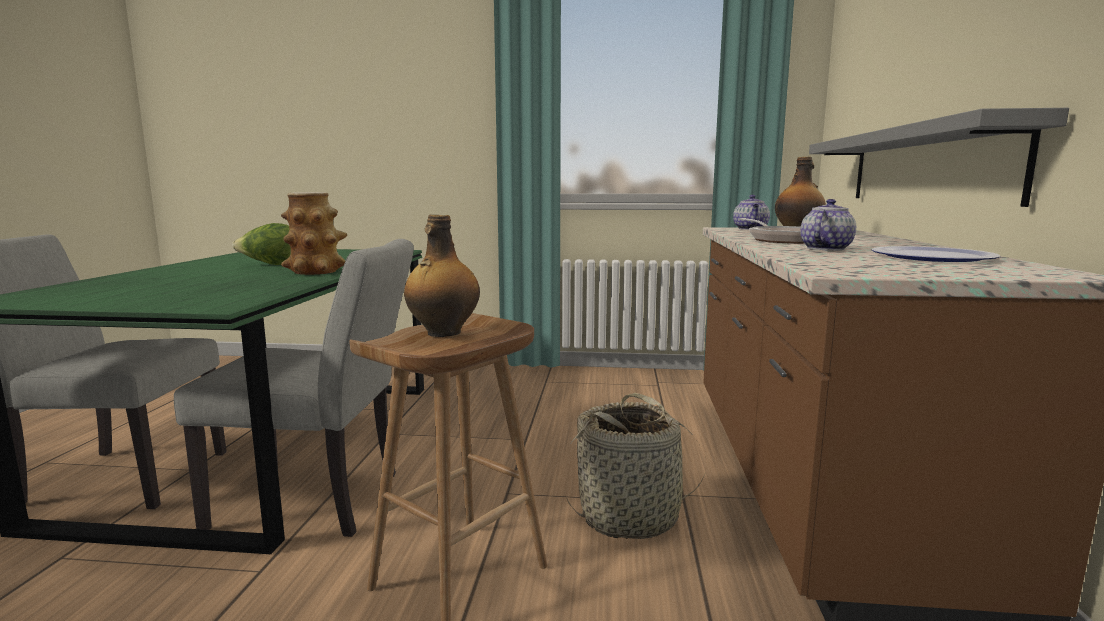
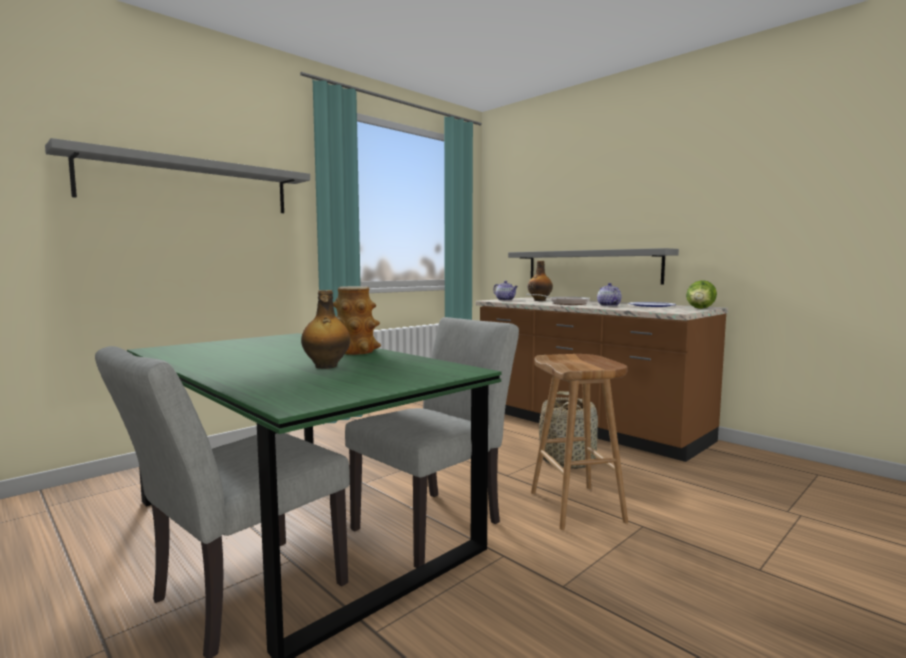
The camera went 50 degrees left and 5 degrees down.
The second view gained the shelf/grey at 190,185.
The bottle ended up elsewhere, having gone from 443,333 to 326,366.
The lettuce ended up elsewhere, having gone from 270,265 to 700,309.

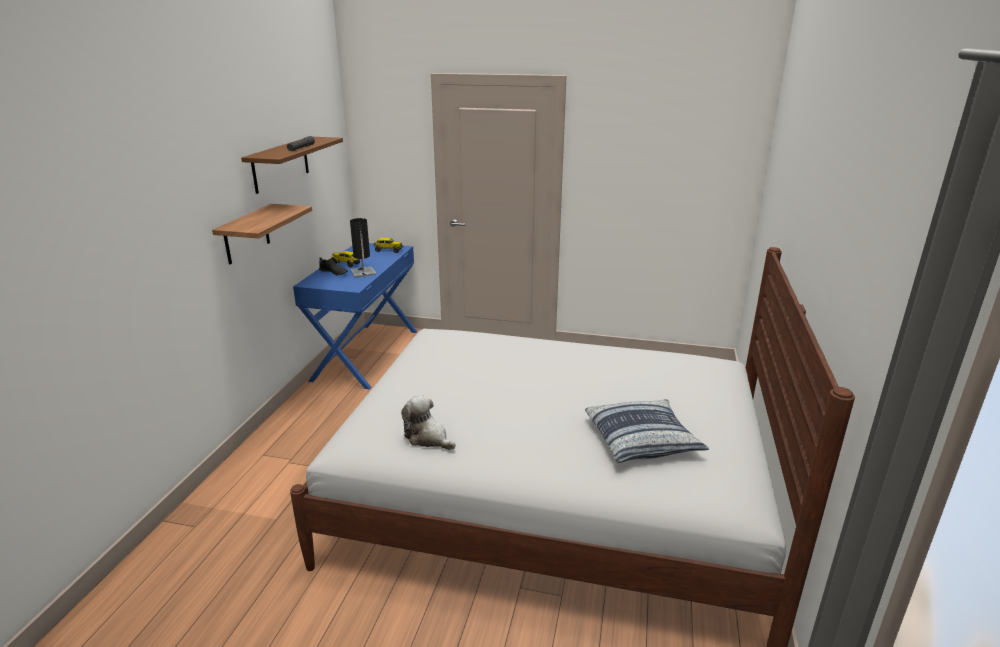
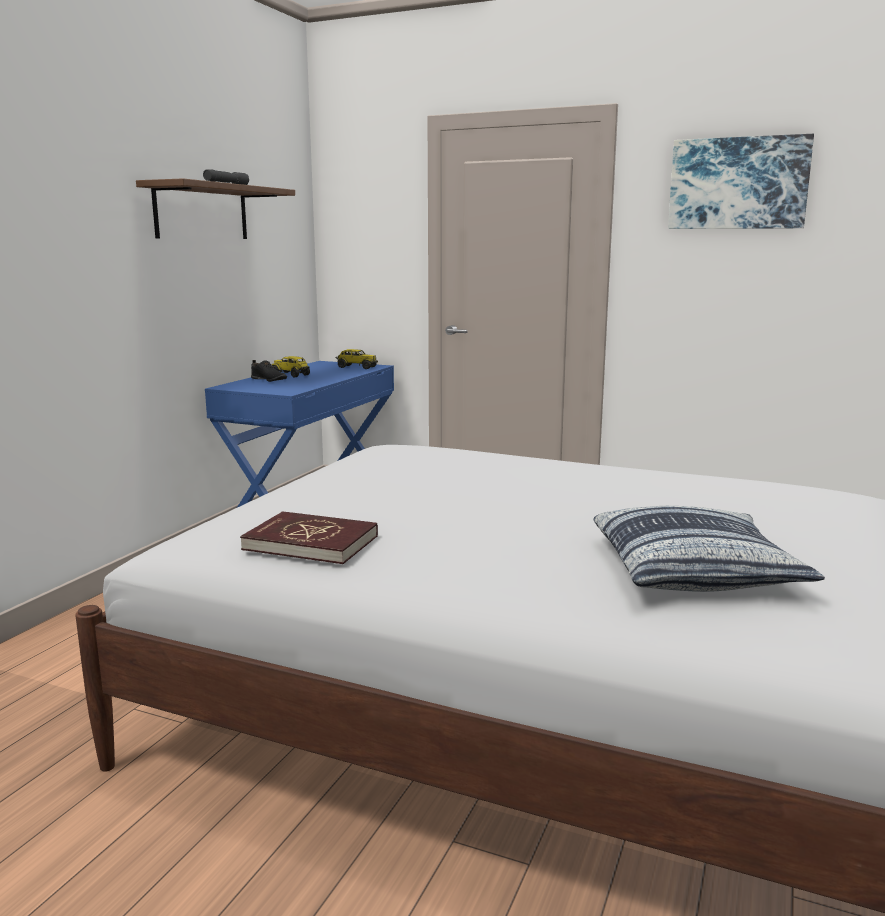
The camera went 10 degrees right and 10 degrees down.
Where the plush toy stood at 428,438, the book/red came to stand at 311,543.
The second view gained the picture at 738,183.
The second view lost the shelf at 246,234.
The second view lost the table lamp/black at 363,272.

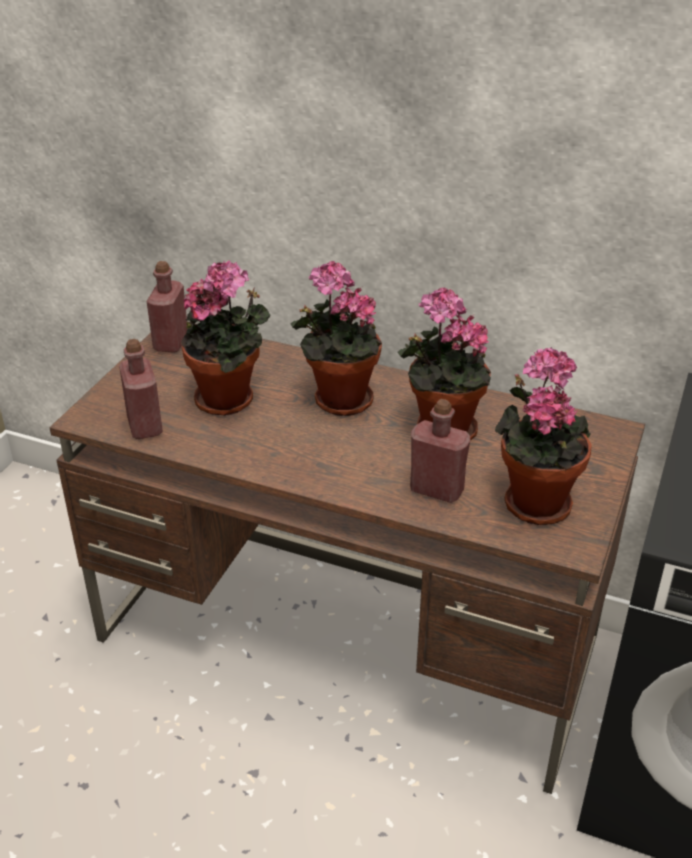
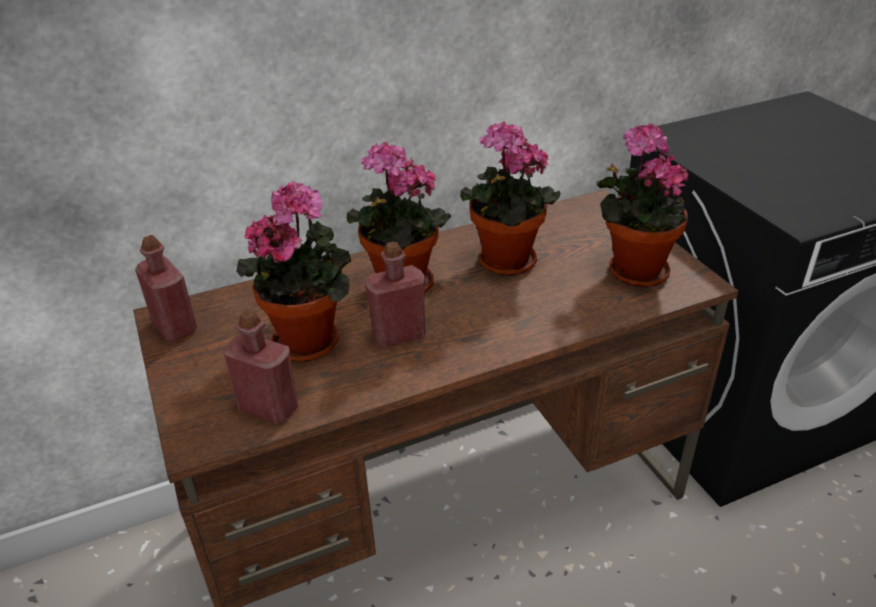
The camera went 45 degrees left and 0 degrees up.
The bottle/red ended up elsewhere, having gone from 436,490 to 399,335.

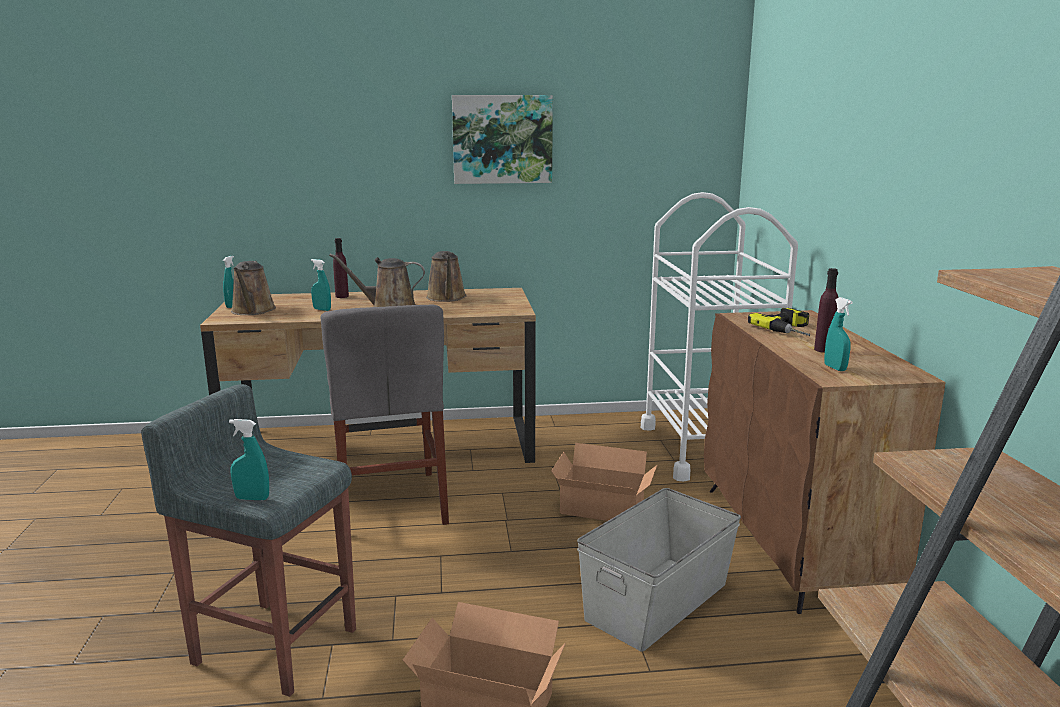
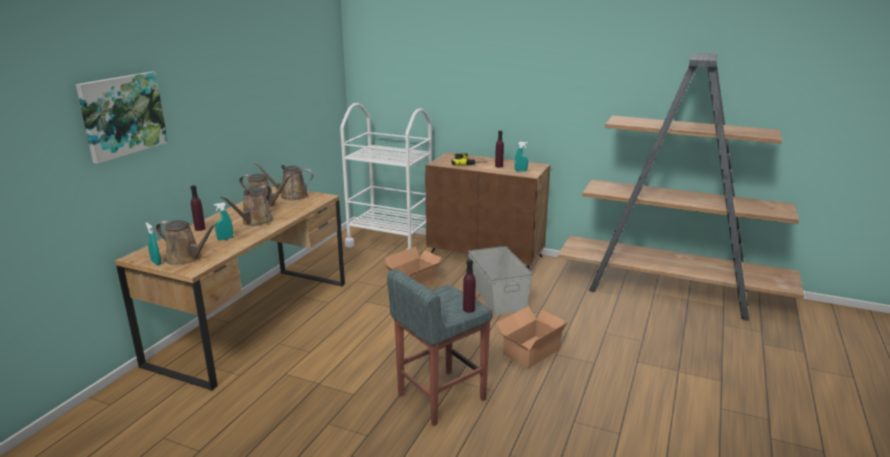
The camera went 60 degrees left and 5 degrees up.
The picture ended up elsewhere, having gone from 502,139 to 122,115.
The second view gained the watering can/brown at 291,196.
Where the spray bottle/turquoise stood at 252,498, the bottle/purple came to stand at 469,309.
The second view lost the chair/grey at 390,502.

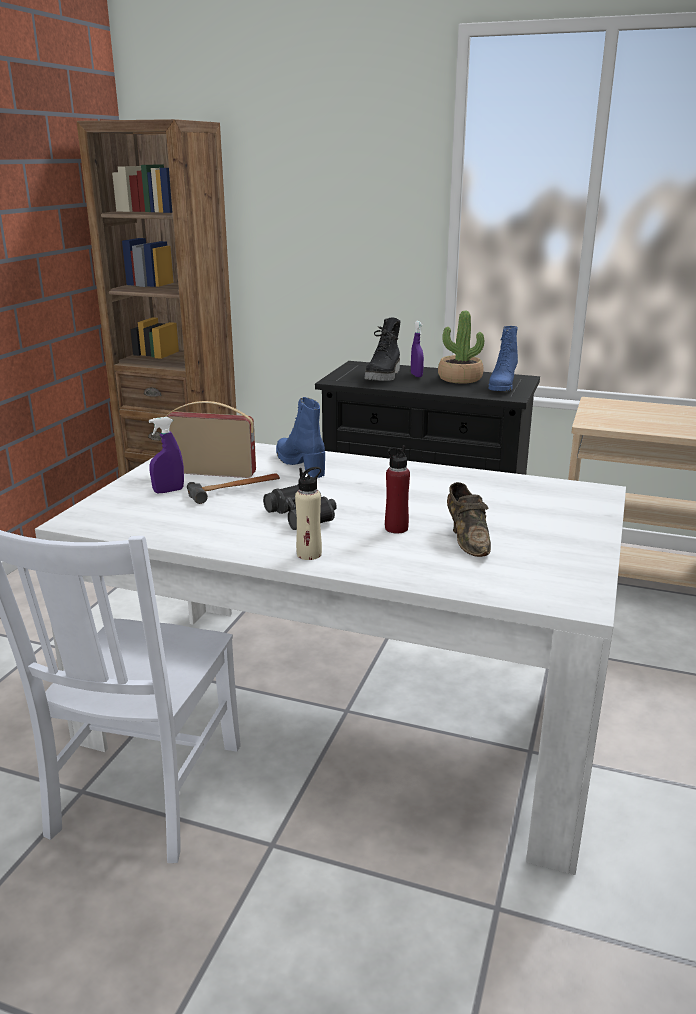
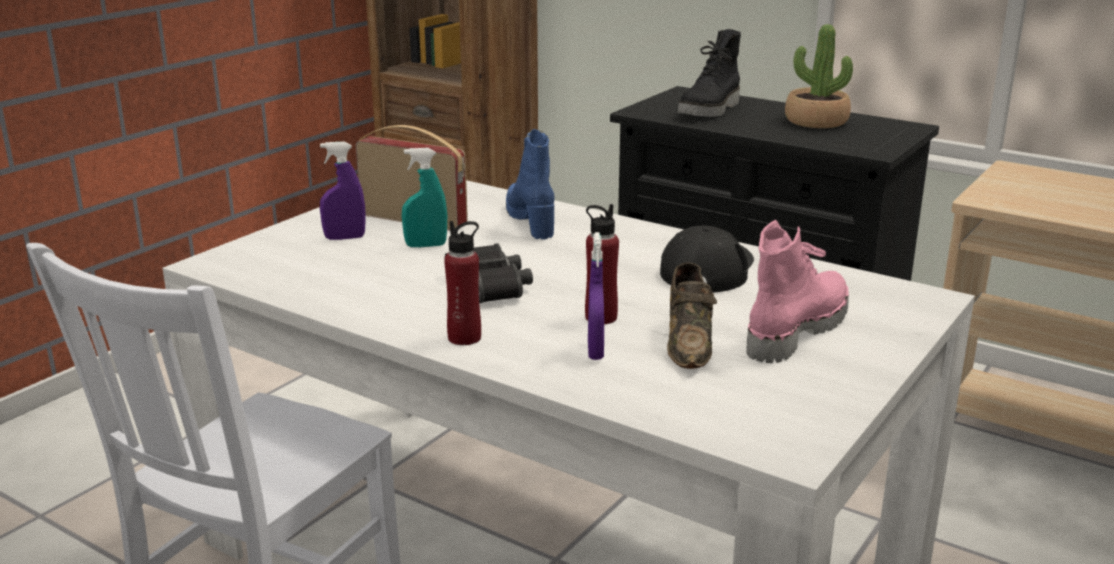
The camera went 15 degrees right and 0 degrees up.
Where the hammer stood at 235,490, the spray bottle/turquoise came to stand at 426,245.
What was the bottle/beige at 309,554 turned into the bottle/red at 464,338.
The spray bottle/purple ended up elsewhere, having gone from 416,375 to 595,351.
The second view gained the cap/black at 708,269.
The second view gained the boot/pink at 794,330.
The second view lost the boot/blue at 502,387.

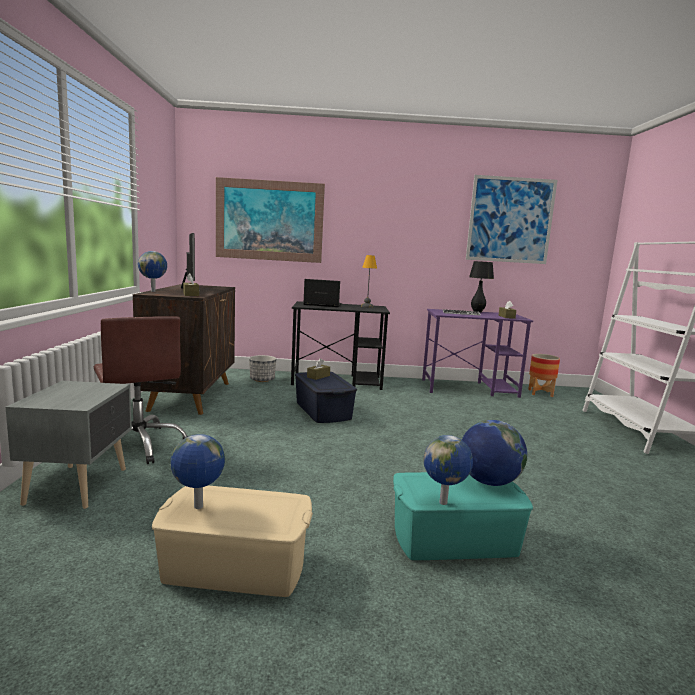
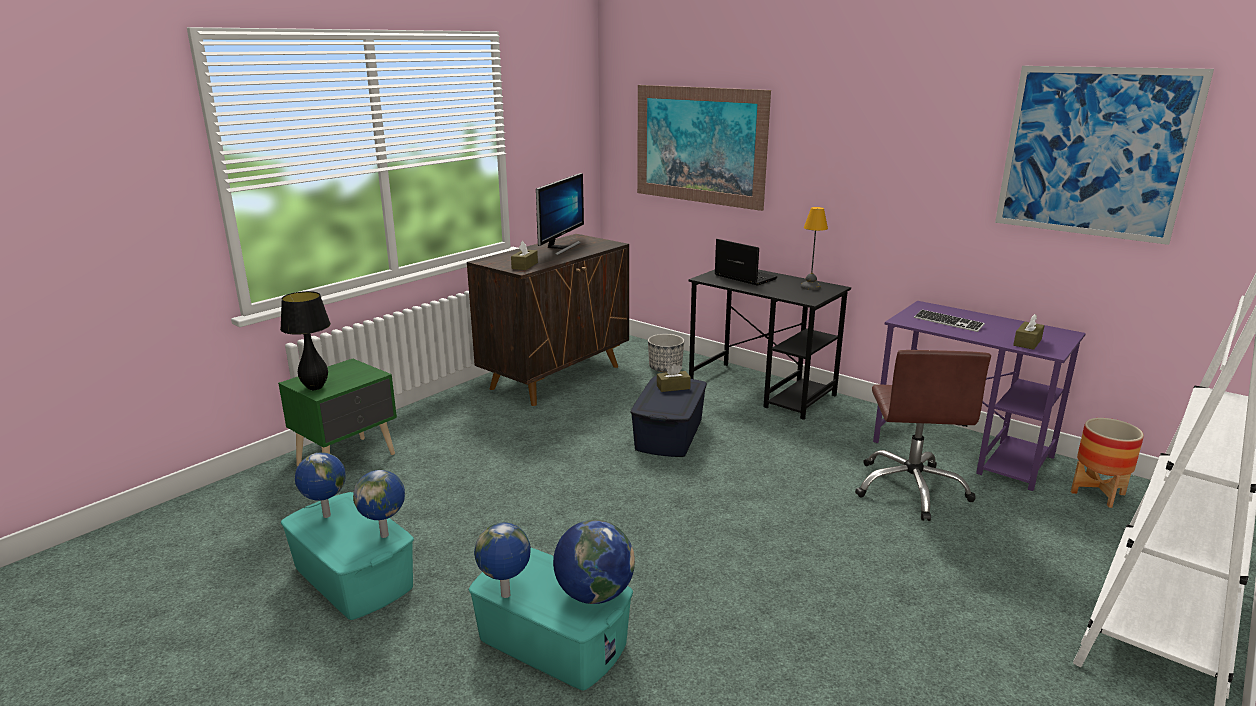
The camera went 40 degrees right and 10 degrees up.
What was the nightstand/grey at 80,485 turned into the nightstand/green at 349,460.
The table lamp/black ended up elsewhere, having gone from 477,312 to 315,387.
What was the storage box/beige at 235,566 turned into the storage box/turquoise at 352,578.
The globe ended up elsewhere, having gone from 153,291 to 385,535.
The office chair/brown ended up elsewhere, having gone from 139,445 to 911,489.

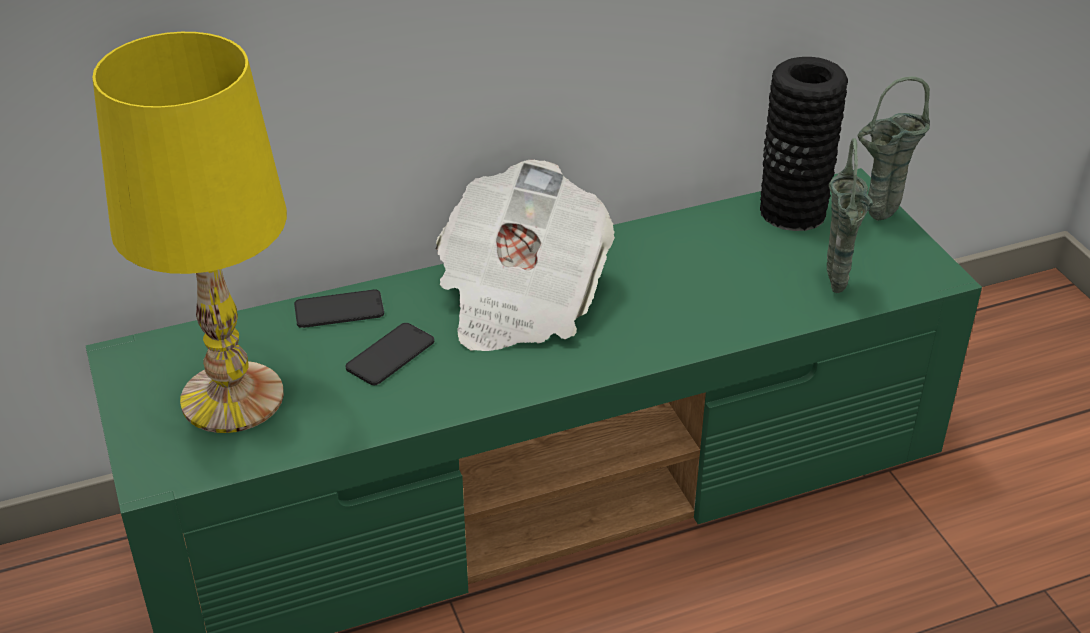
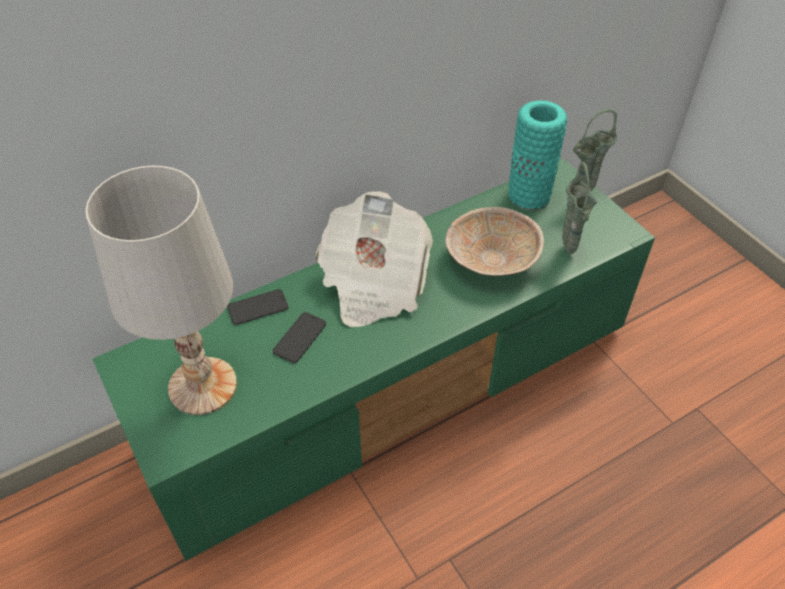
The camera went 10 degrees left and 10 degrees up.
What was the table lamp/yellow at 231,397 turned into the table lamp/white at 201,386.
The second view gained the bowl/beige at 491,258.
What was the vase/black at 792,211 turned into the vase/turquoise at 528,195.

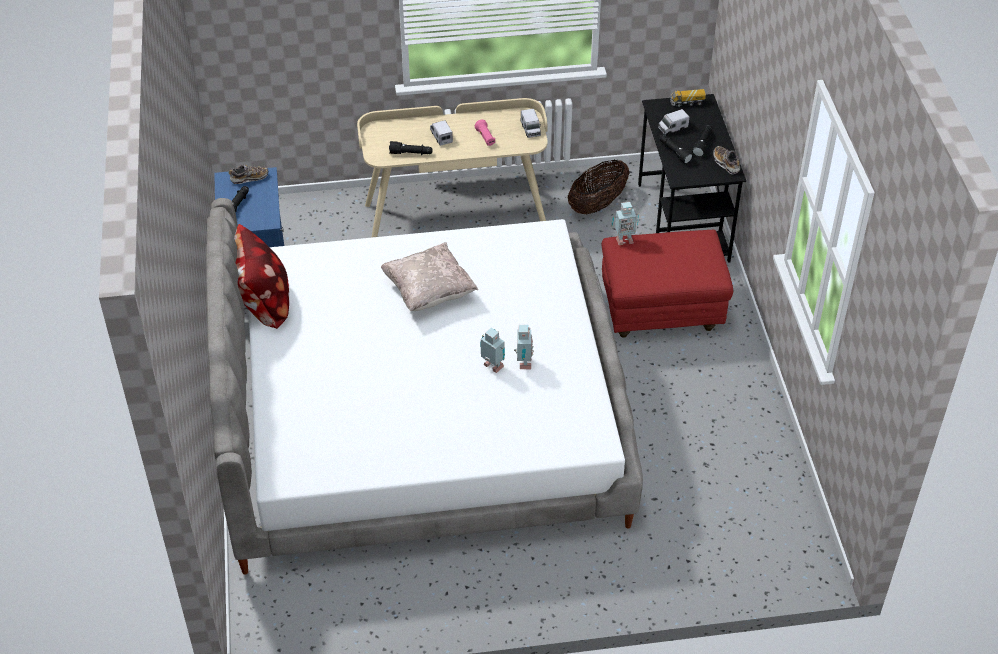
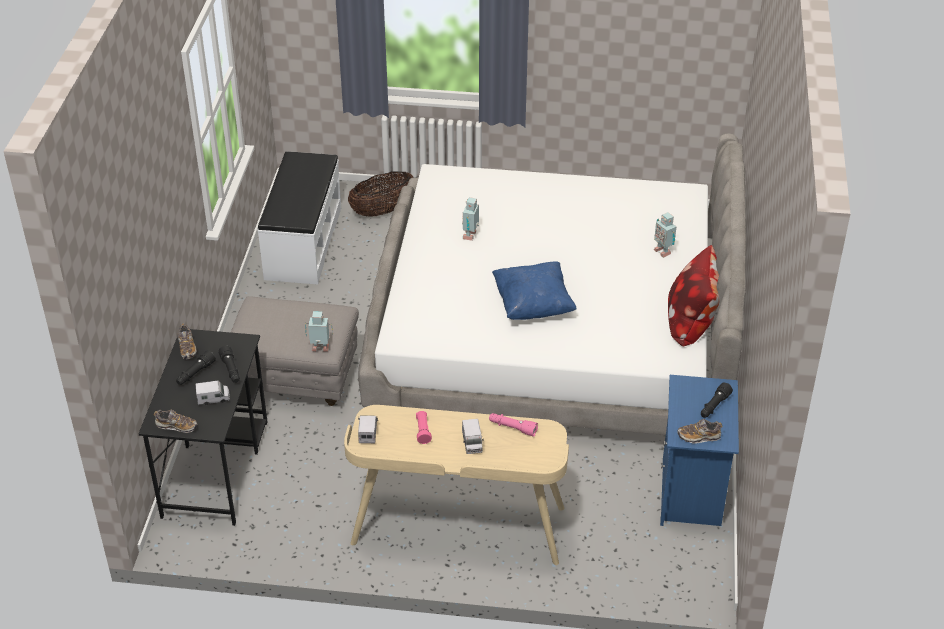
The camera went 165 degrees left and 5 degrees down.
Where the toy truck stood at 687,103, the shoe came to stand at 176,426.
What was the ottoman/red at 661,312 turned into the ottoman/grey at 295,381.
The second view gained the bench/white at 302,243.
The basket ended up elsewhere, having gone from 597,204 to 383,210.
What was the flashlight/black at 411,153 turned into the flashlight/pink at 512,428.
What was the pillow/beige at 429,292 turned into the pillow/blue at 533,305.
The toy robot ended up elsewhere, having gone from 492,367 to 663,251.

